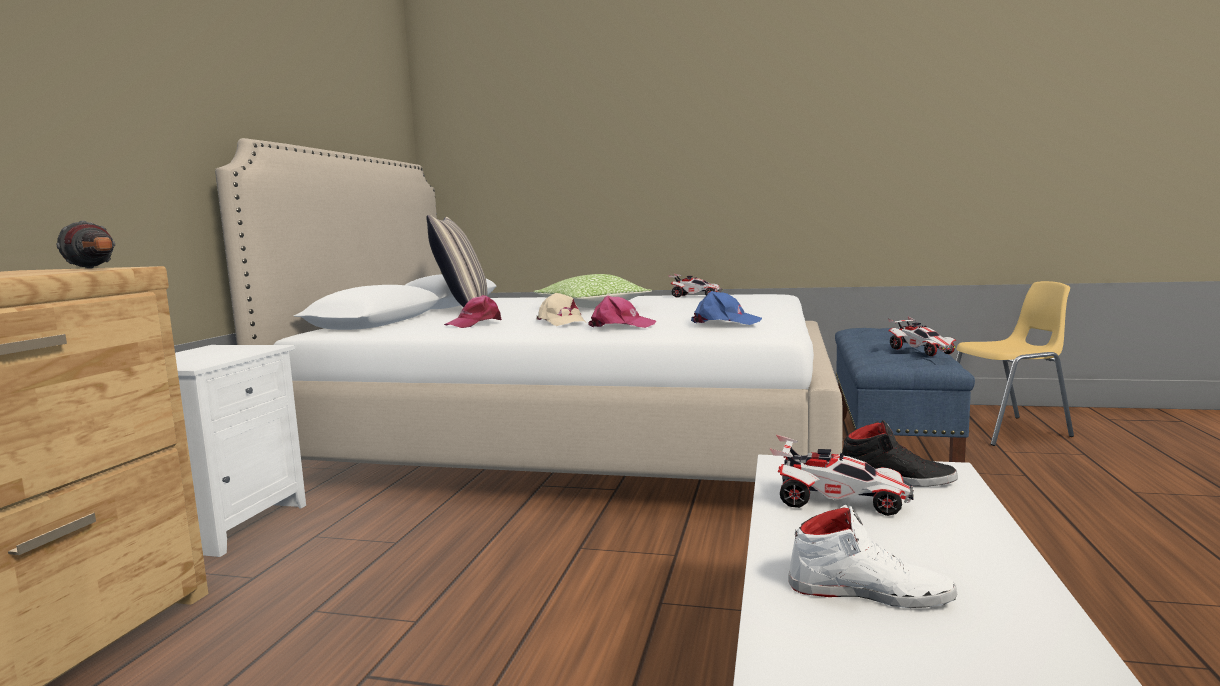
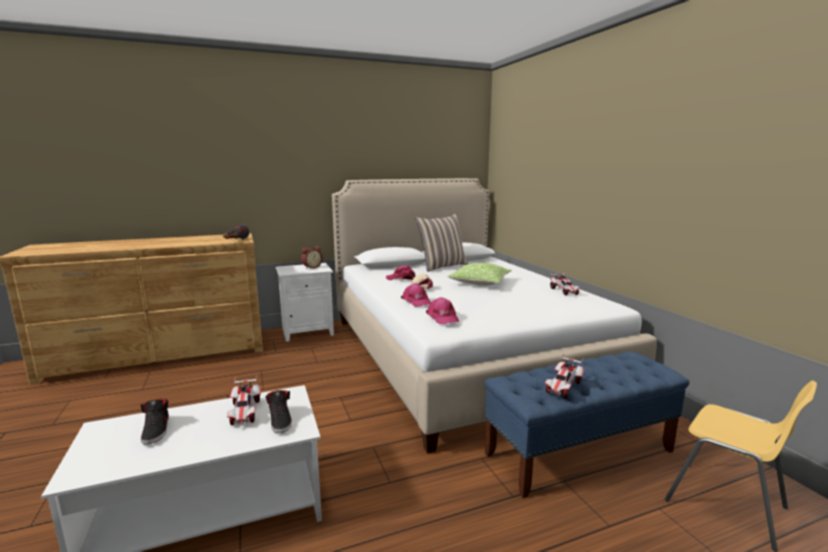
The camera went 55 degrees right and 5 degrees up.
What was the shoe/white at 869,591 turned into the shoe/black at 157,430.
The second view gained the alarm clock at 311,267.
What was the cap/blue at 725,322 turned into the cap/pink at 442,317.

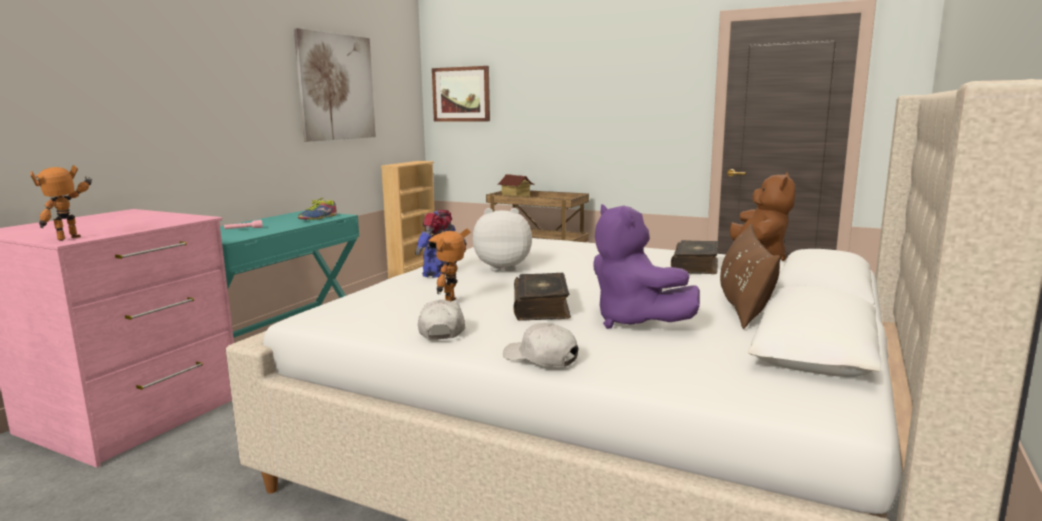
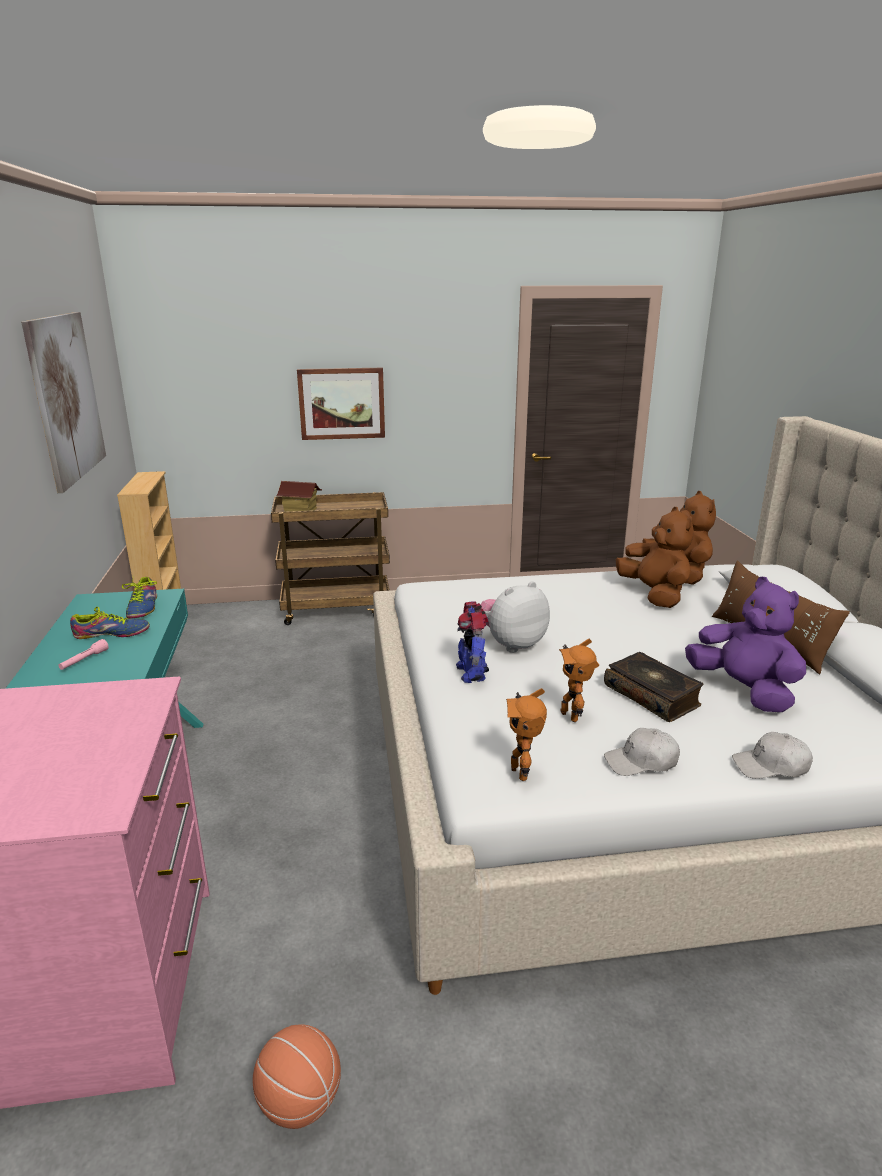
The camera went 35 degrees left and 10 degrees up.
The second view gained the shoe at 111,633.
The second view gained the basketball at 299,1101.
The picture ended up elsewhere, having gone from 461,94 to 341,403.
The toy robot ended up elsewhere, having gone from 72,239 to 522,772.
The cap/white at 442,331 ended up facing another way, 60 degrees counterclockwise from before.
Where the book stood at 696,266, the plush toy/brown came to stand at 654,595.
The plush toy/purple at 634,321 ended up facing another way, 150 degrees counterclockwise from before.

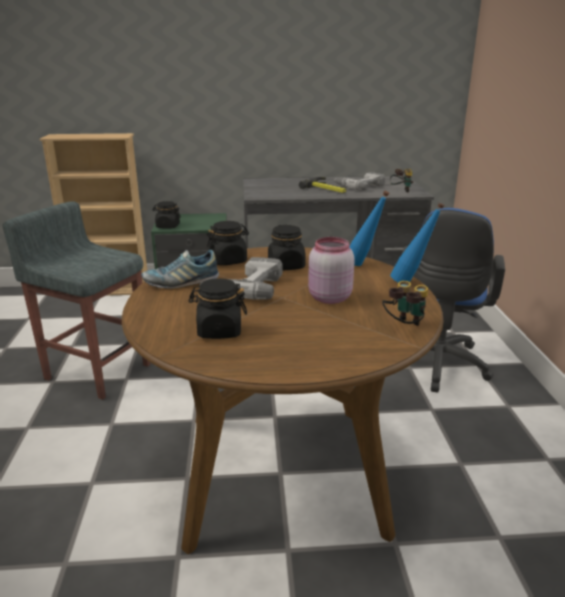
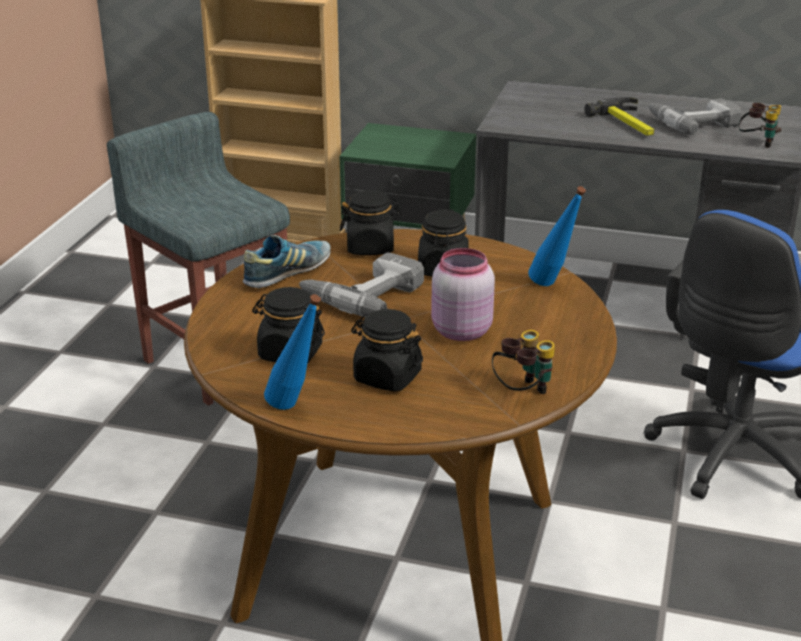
The camera went 20 degrees right and 5 degrees up.
The shoe at 181,282 ended up facing another way, 135 degrees clockwise from before.
The bottle/blue ended up elsewhere, having gone from 411,283 to 296,408.
The jar/black ended up elsewhere, having gone from 167,226 to 387,377.

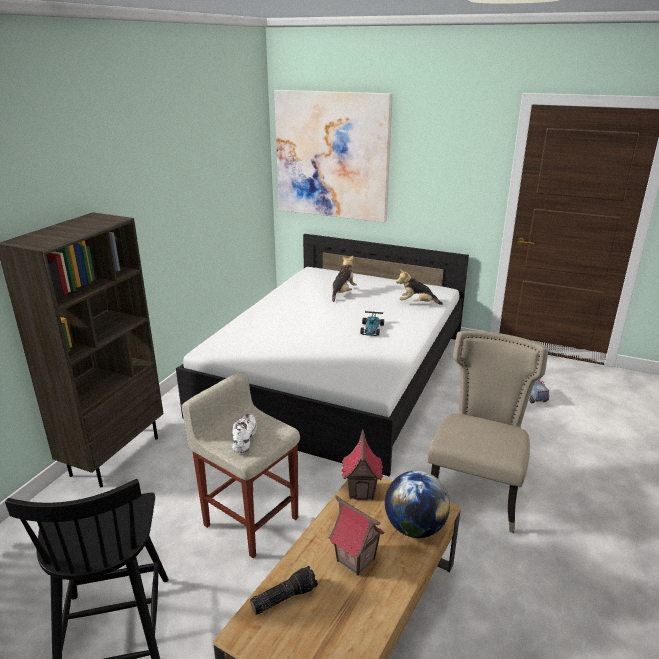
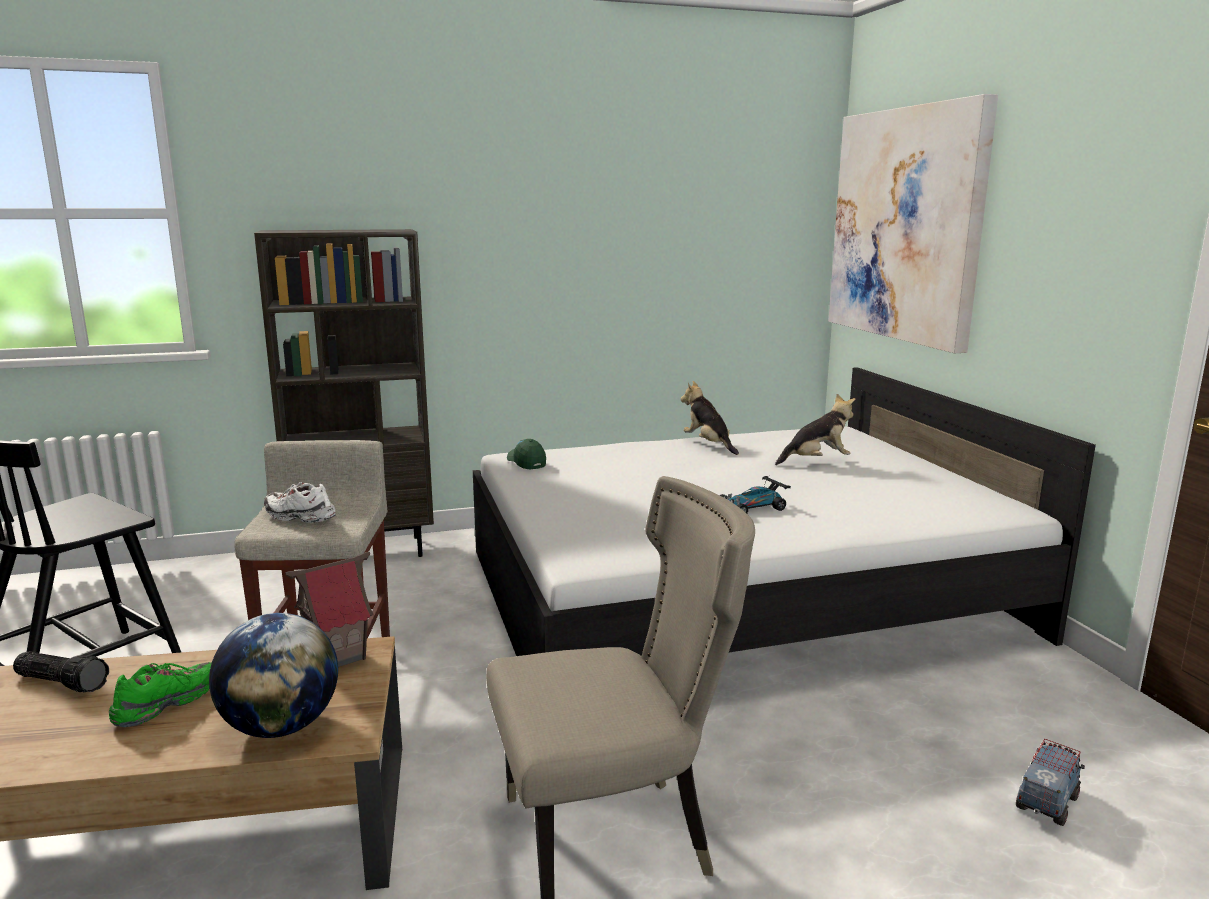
The camera went 50 degrees right and 10 degrees down.
Where the toy house stood at 355,560, the shoe/green came to stand at 168,705.
The shoe/white at 244,438 ended up facing another way, 120 degrees counterclockwise from before.
The second view gained the cap/green at 526,462.
The plush toy ended up elsewhere, having gone from 417,303 to 708,444.

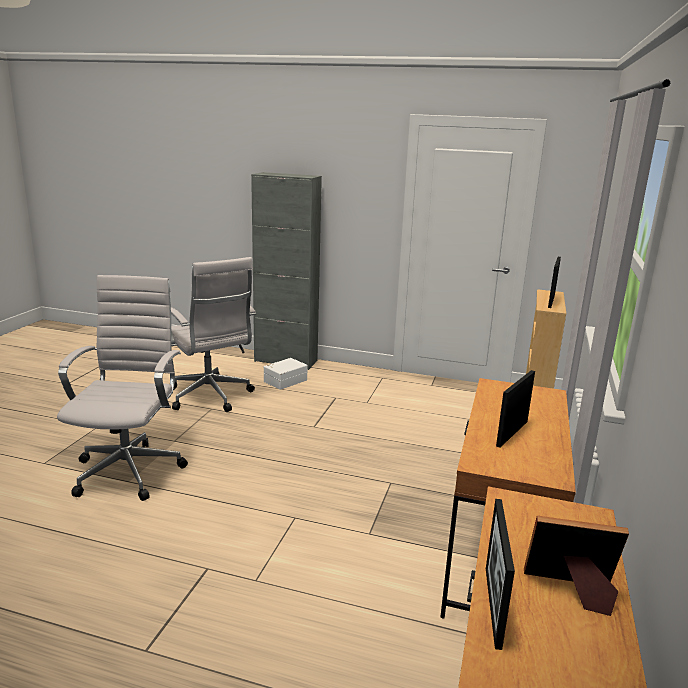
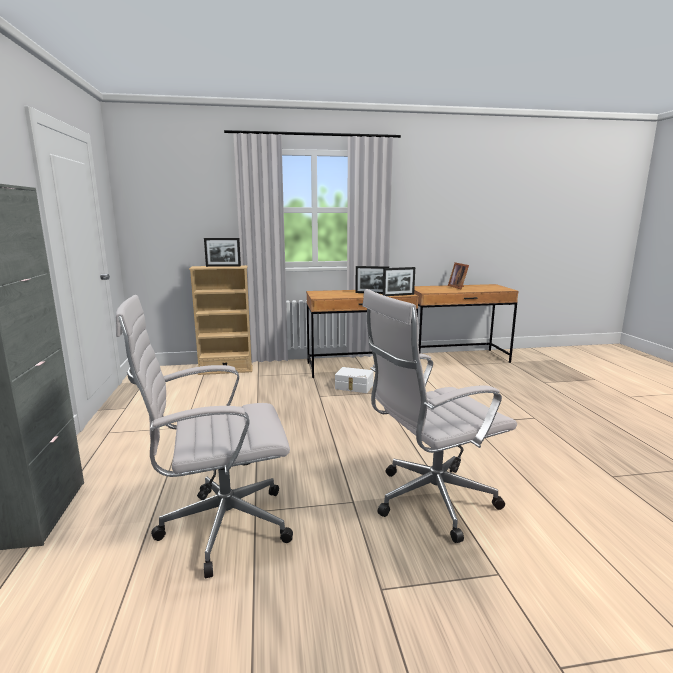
The camera went 115 degrees left and 5 degrees down.
The office chair/white at 211,397 ended up facing another way, 135 degrees counterclockwise from before.
The storage box/white ended up elsewhere, having gone from 284,380 to 354,387.
The picture frame ended up elsewhere, having gone from 493,606 to 398,295.

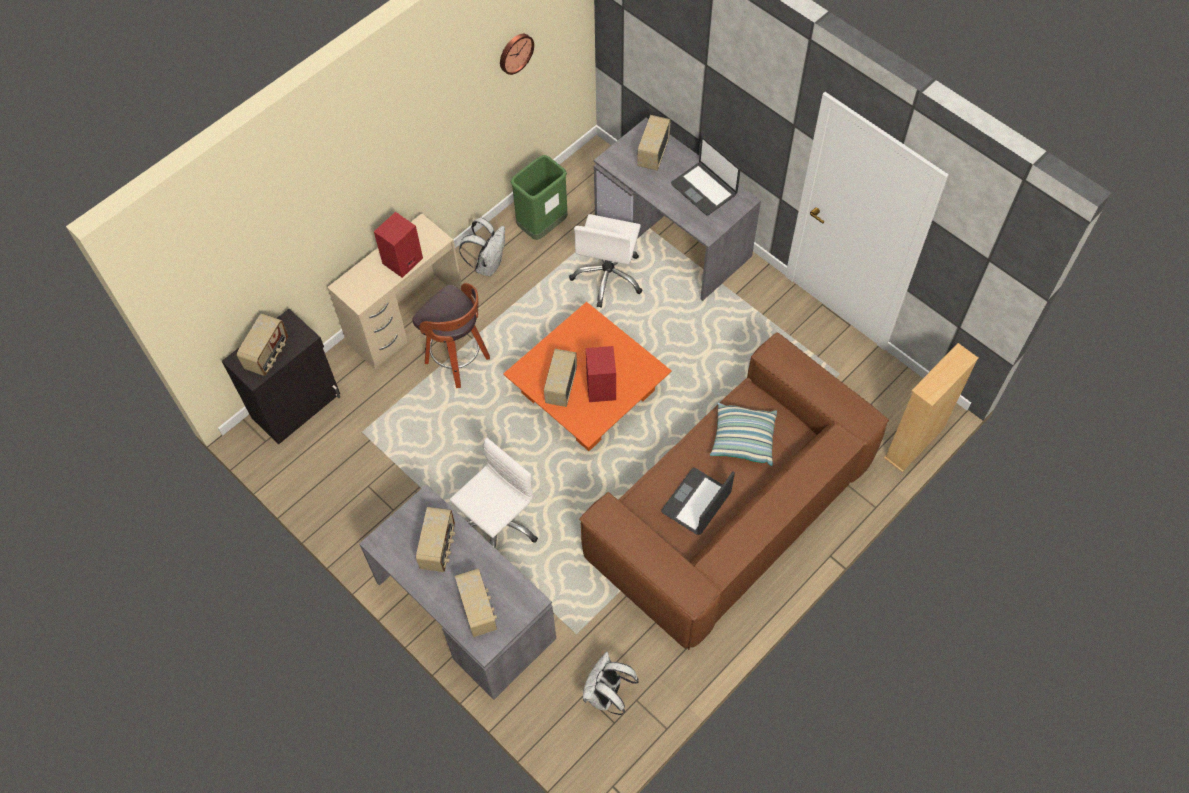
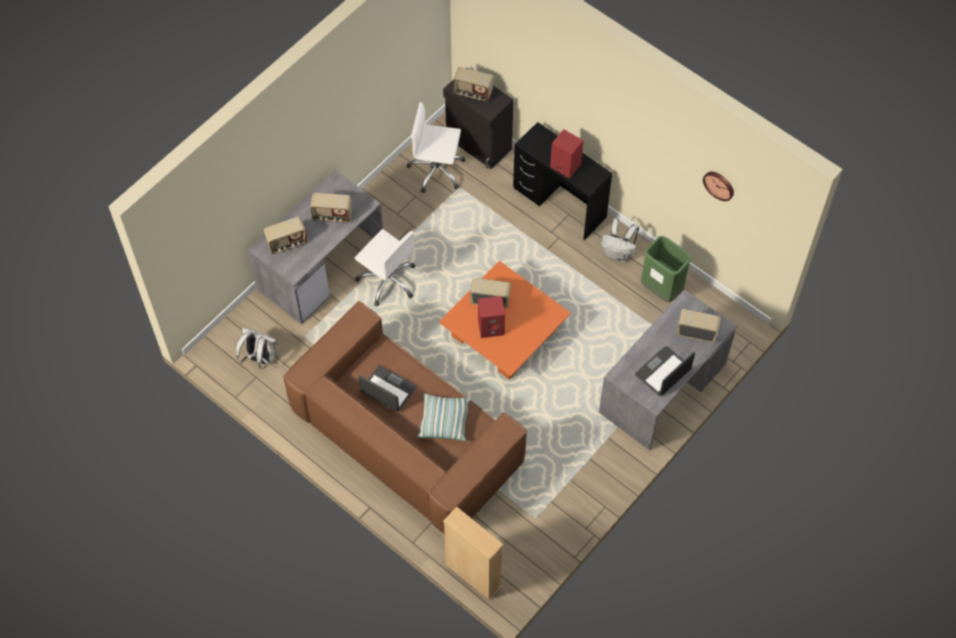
The camera went 85 degrees right and 0 degrees up.
The office chair/white ended up elsewhere, having gone from 608,277 to 436,171.
What was the desk/beige at 405,320 turned into the desk/black at 560,203.
The second view lost the stool at 459,361.

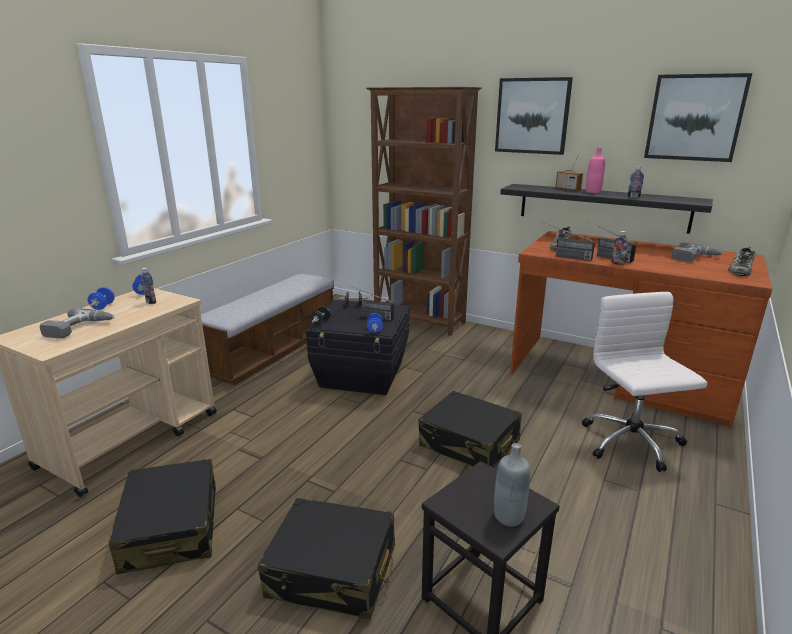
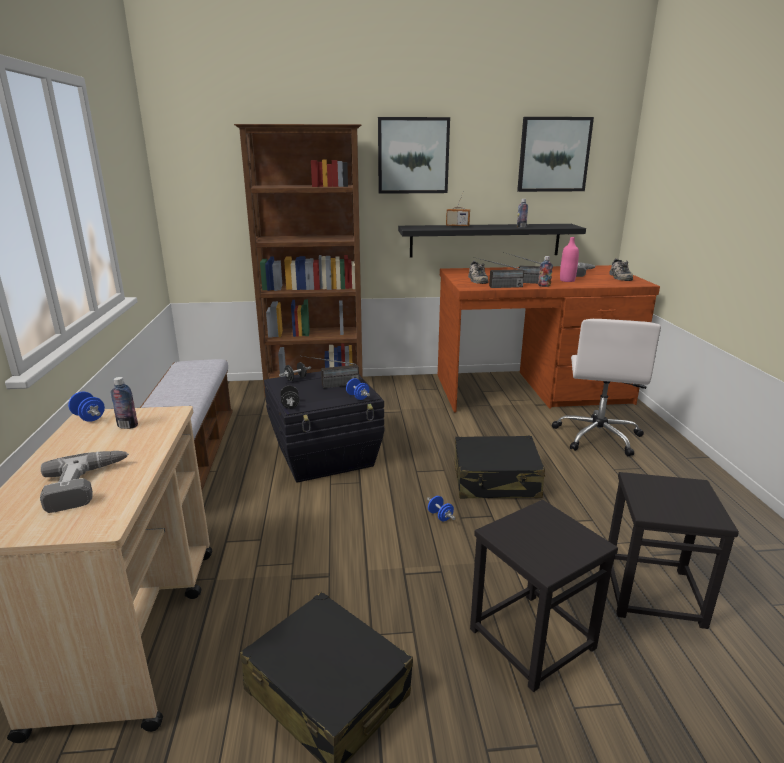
The camera went 35 degrees left and 0 degrees up.
The dumbbell/blue ended up elsewhere, having gone from 103,307 to 440,516.
Where the suitcase/black stood at 332,571, the stool/black came to stand at 531,637.
The office chair/white at 632,443 ended up facing another way, 120 degrees counterclockwise from before.
The bottle/pink ended up elsewhere, having gone from 593,192 to 567,280.
The second view lost the bottle/grey at 509,516.

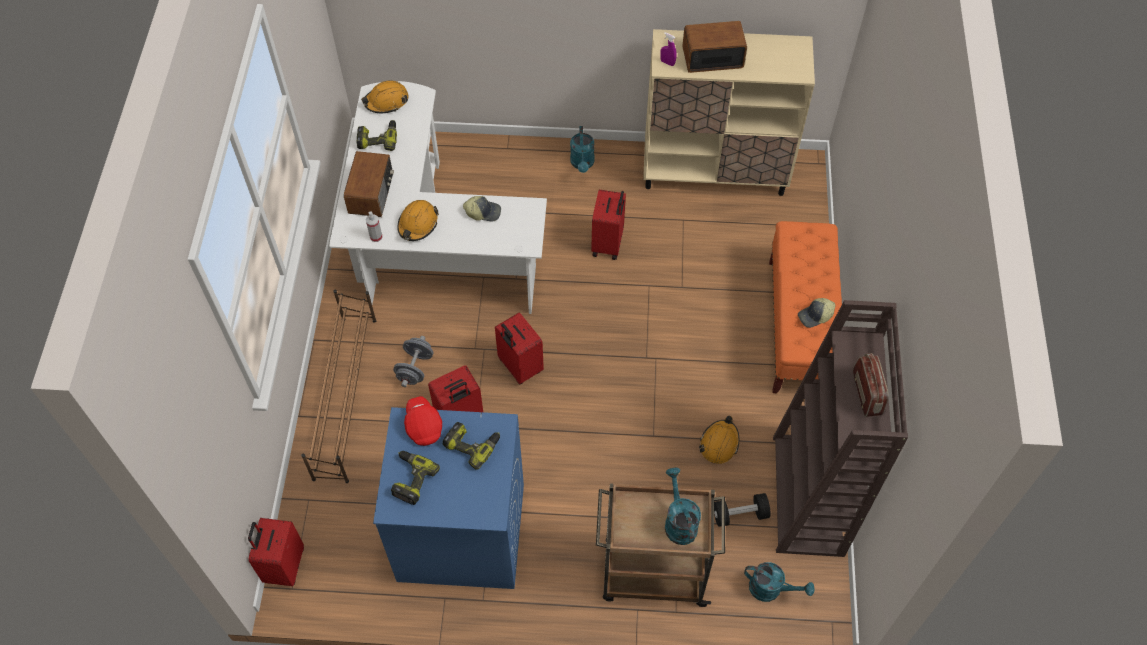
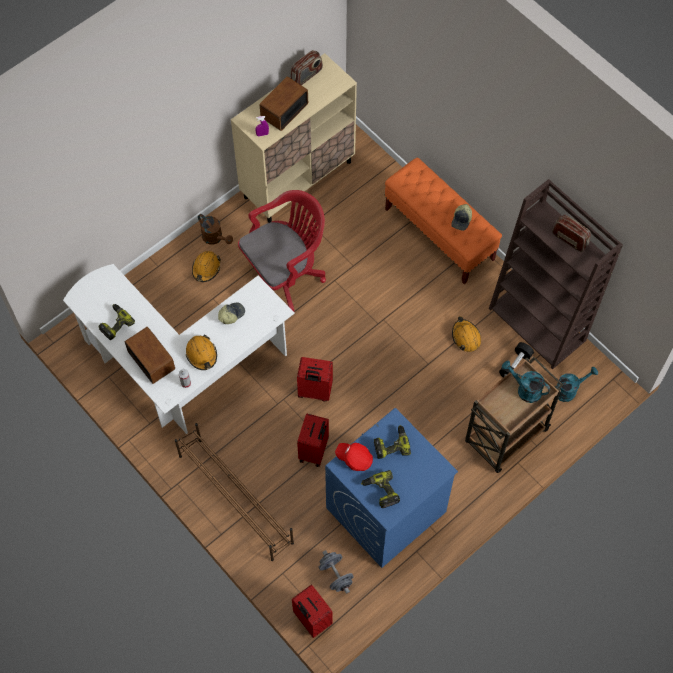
The camera went 45 degrees left and 5 degrees up.
The hard hat/orange ended up elsewhere, having gone from 386,101 to 206,268.
What was the watering can/turquoise at 582,164 turned into the watering can/brown at 215,238.
Where the suitcase/red stood at 608,244, the office chair/red came to stand at 284,275.
The second view gained the radio at 306,75.
The dumbbell/grey ended up elsewhere, having gone from 415,368 to 336,575.

